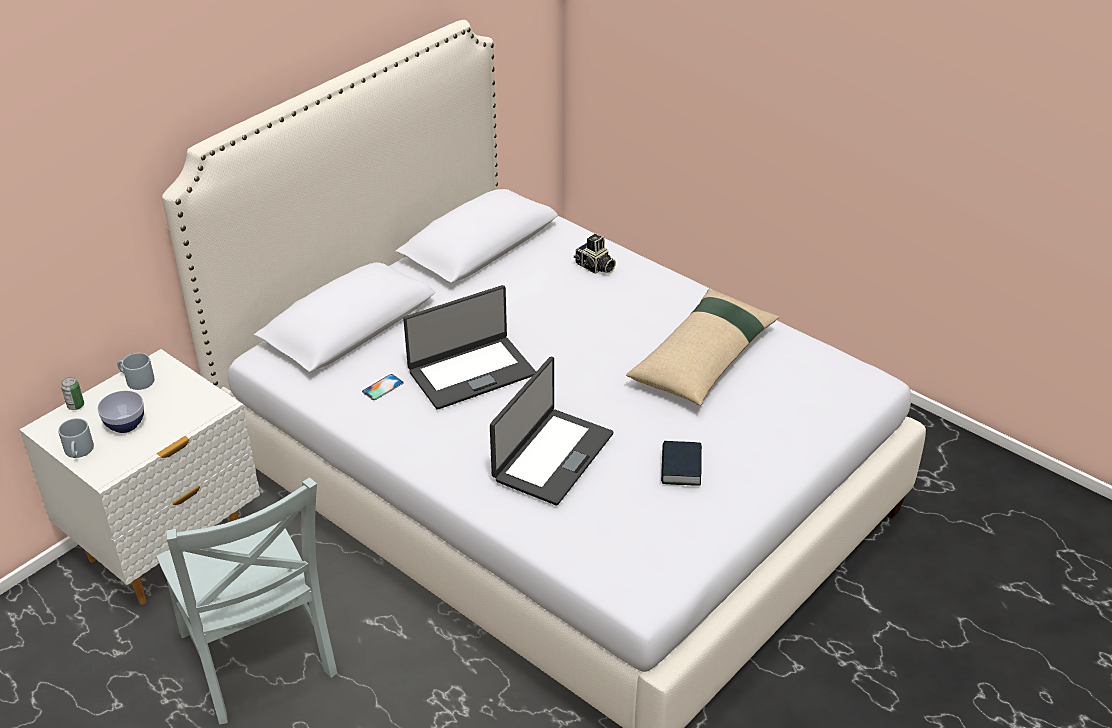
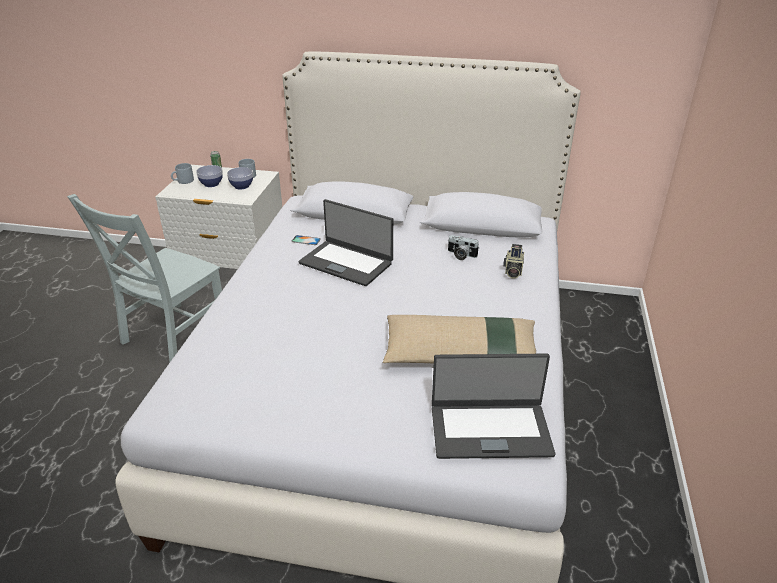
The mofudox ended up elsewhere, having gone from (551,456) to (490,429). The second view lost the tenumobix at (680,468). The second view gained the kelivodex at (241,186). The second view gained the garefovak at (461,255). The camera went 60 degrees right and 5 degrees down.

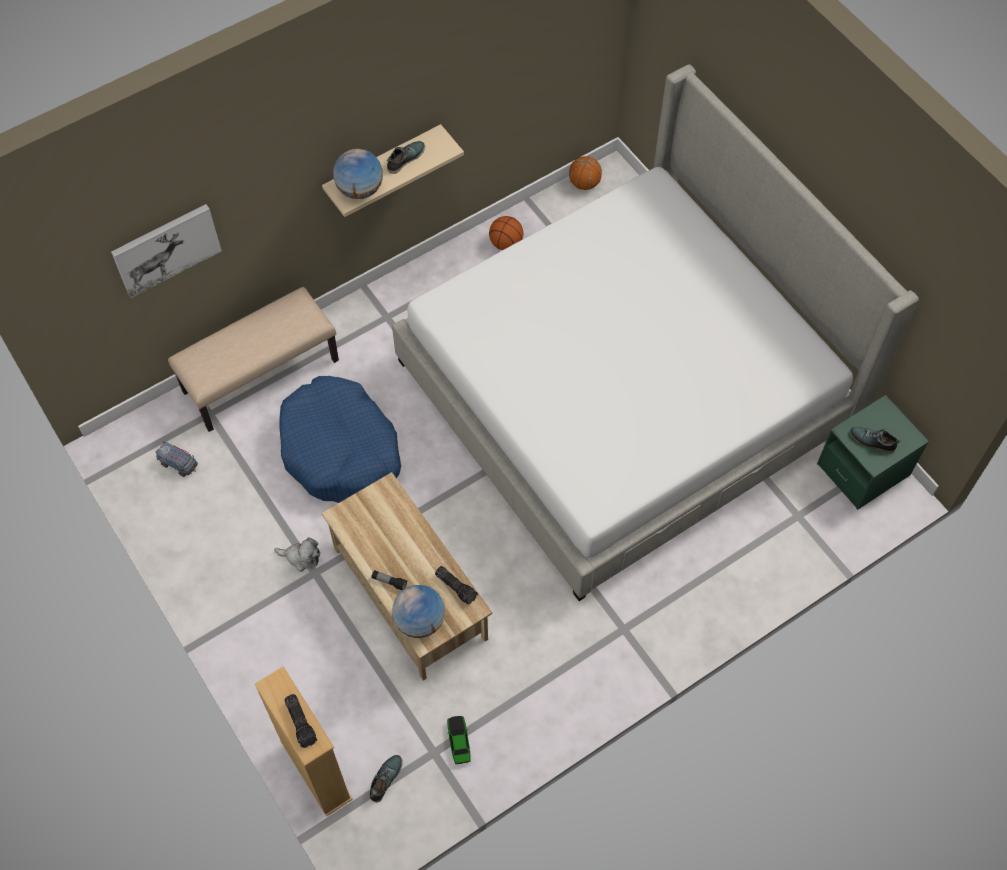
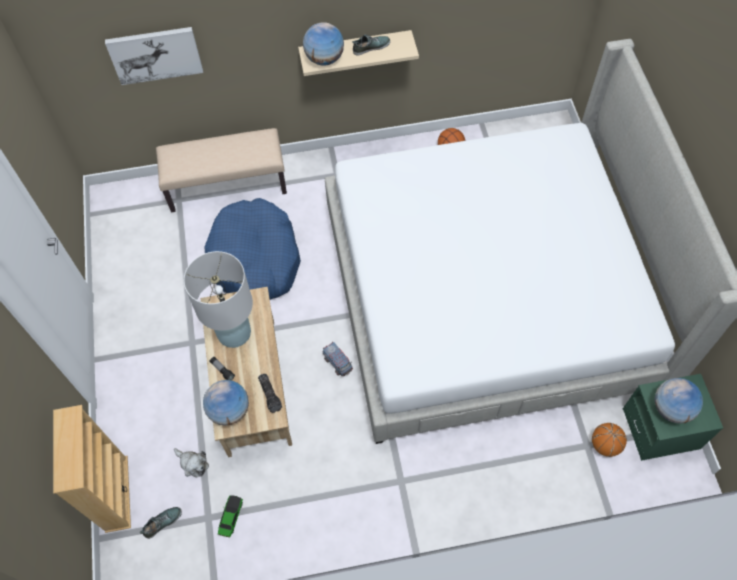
The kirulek ended up elsewhere, having gone from (584,183) to (605,445). Where the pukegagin stood at (872,441), the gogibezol came to stand at (671,409). The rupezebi ended up elsewhere, having gone from (179,464) to (338,363). The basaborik ended up elsewhere, having gone from (301,557) to (193,464). The second view lost the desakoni at (301,722). The second view gained the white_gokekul at (234,333). The camera went 25 degrees right and 0 degrees up.

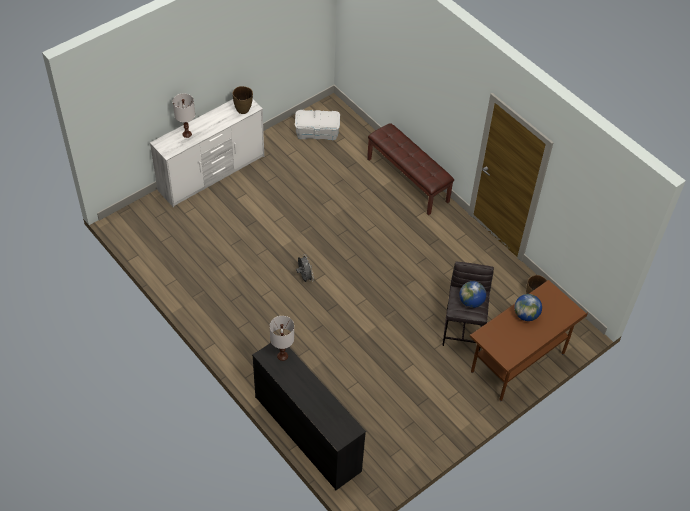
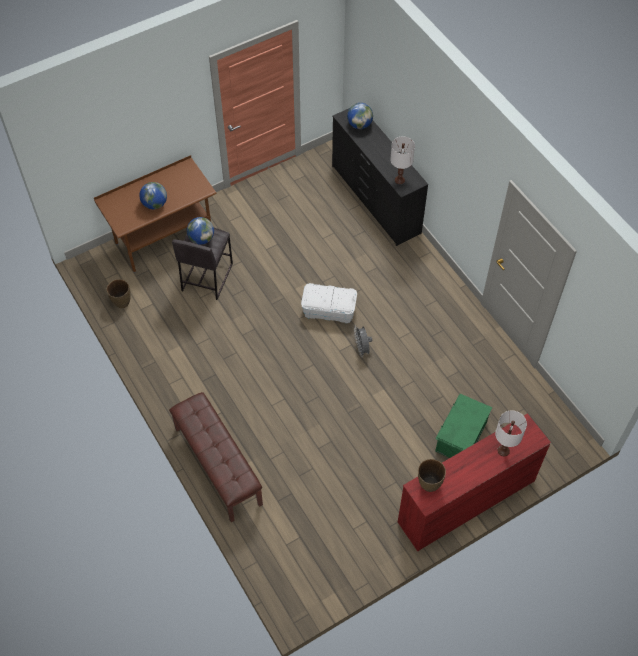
What was the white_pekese at (212,173) turned into the red_pekese at (465,501). The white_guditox ended up elsewhere, having gone from (317,132) to (328,310). The second view gained the gogibezol at (359,125). The second view gained the green_guditox at (460,437). The camera went 170 degrees left and 5 degrees up.

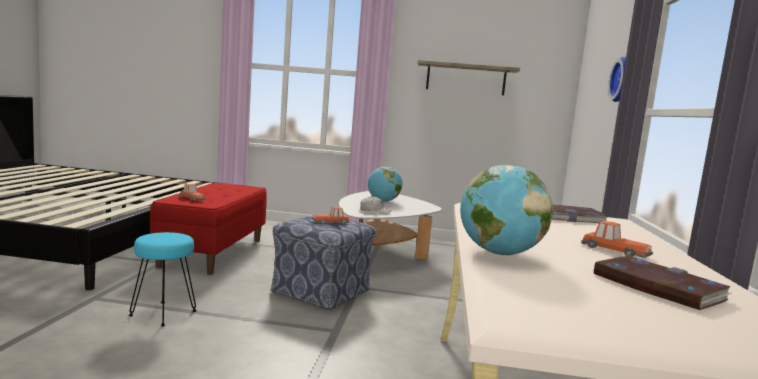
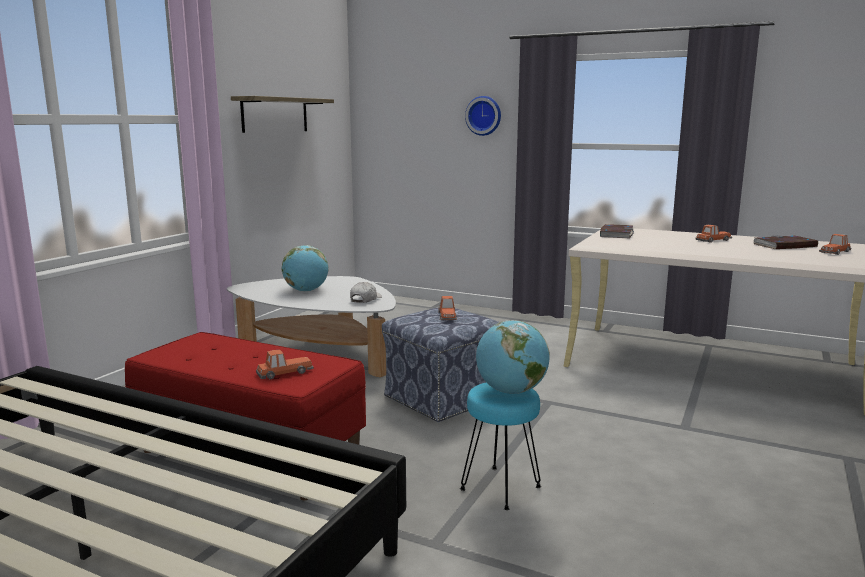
The gogibezol ended up elsewhere, having gone from (499,253) to (511,392). The second view gained the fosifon at (834,252). The camera went 70 degrees left and 5 degrees up.

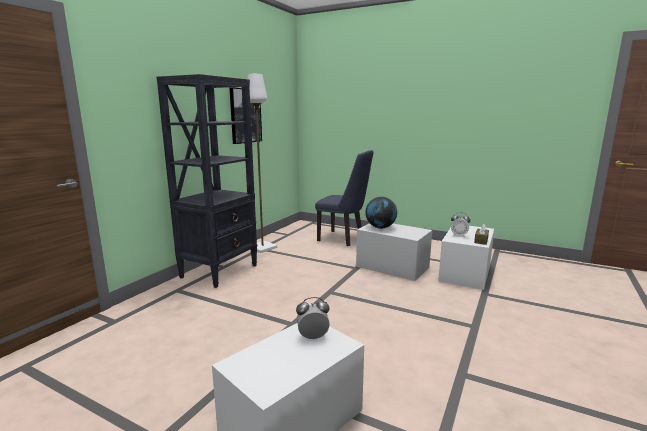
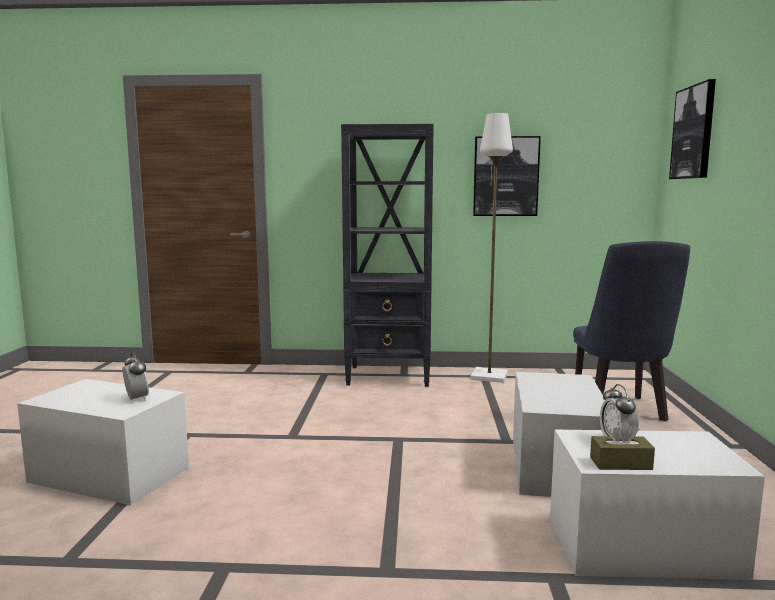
The second view lost the gogibezol at (380,227). The second view gained the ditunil at (693,132). The camera went 65 degrees right and 5 degrees down.

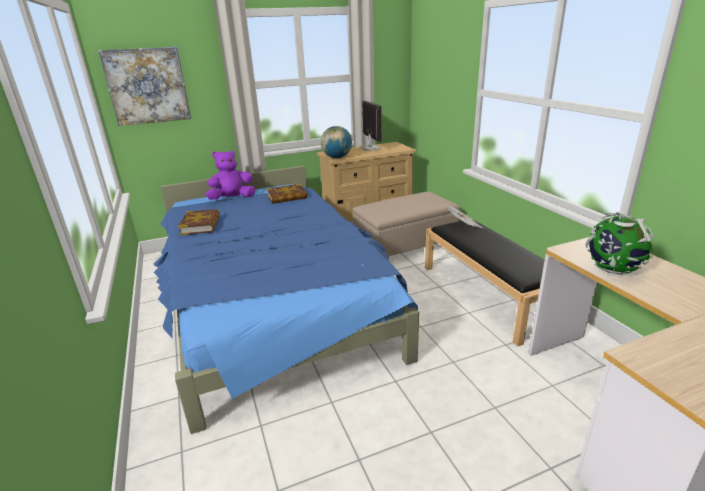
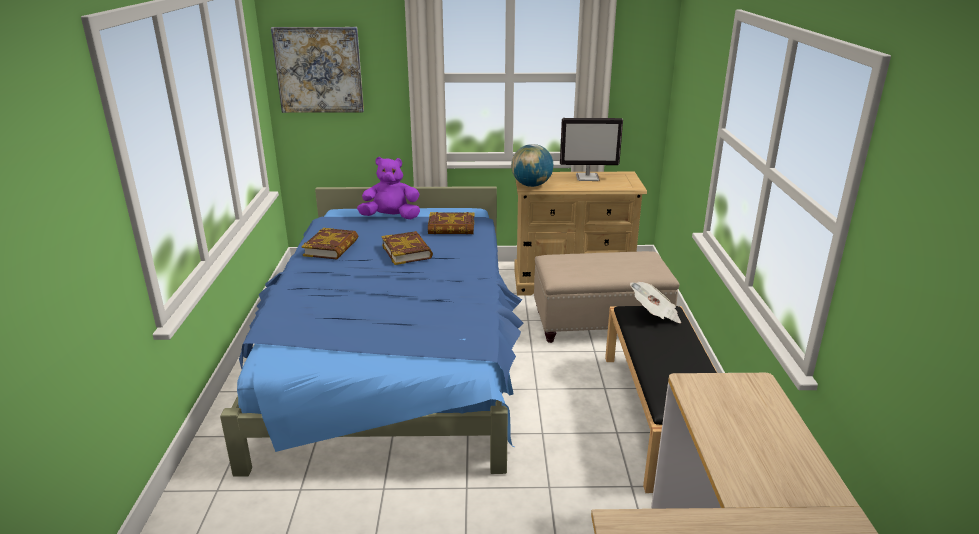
The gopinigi at (370,148) ended up facing another way, 90 degrees clockwise from before. The second view lost the gogibezol at (612,270). The second view gained the tenumobix at (407,252). The camera went 20 degrees right and 0 degrees up.

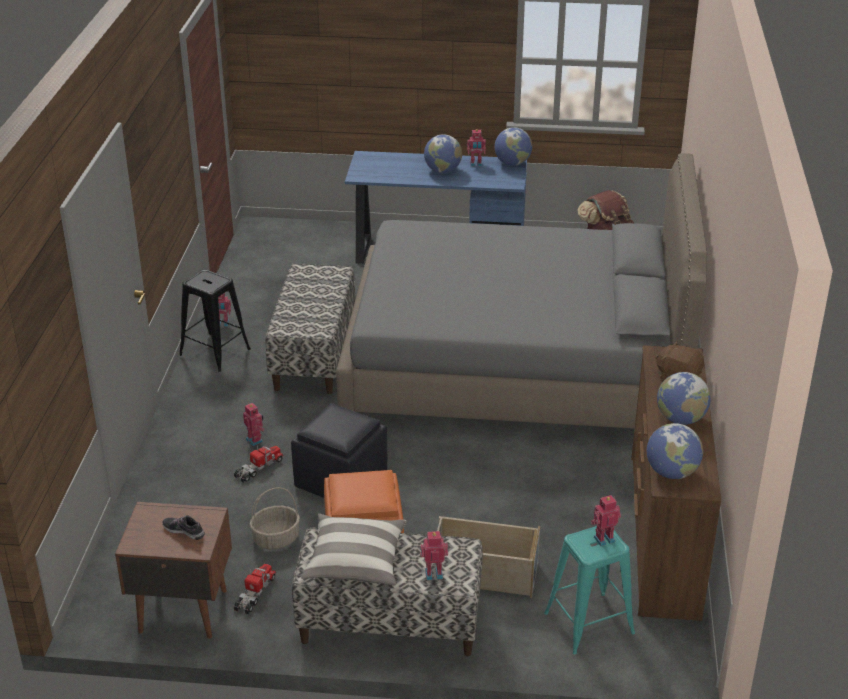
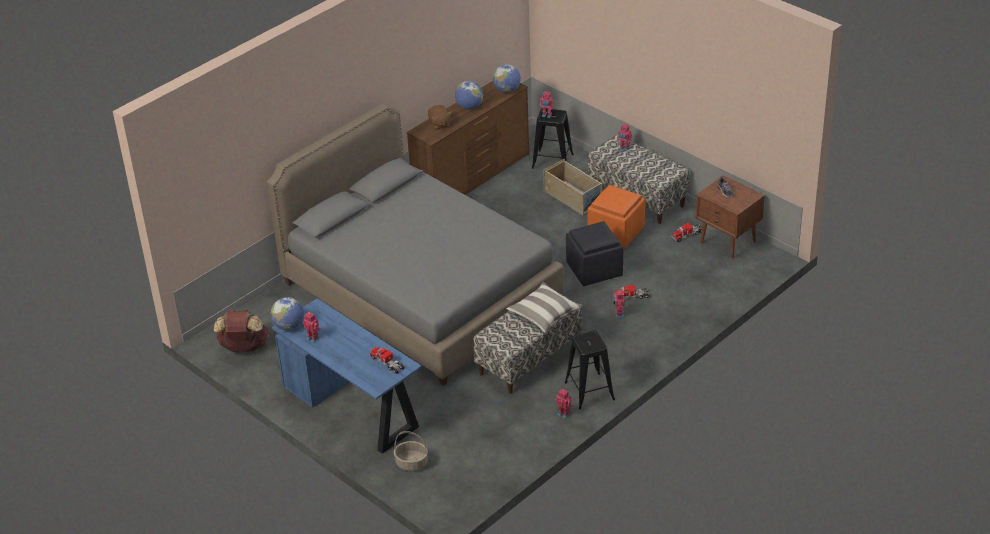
The second view lost the gogibezol at (442,171). The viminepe ended up elsewhere, having gone from (275,539) to (412,463). The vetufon ended up elsewhere, having gone from (355,561) to (544,314). What was the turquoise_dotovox at (589,623) turned into the black_dotovox at (552,161). The second view gained the rupezebi at (387,363). The camera went 140 degrees left and 5 degrees up.

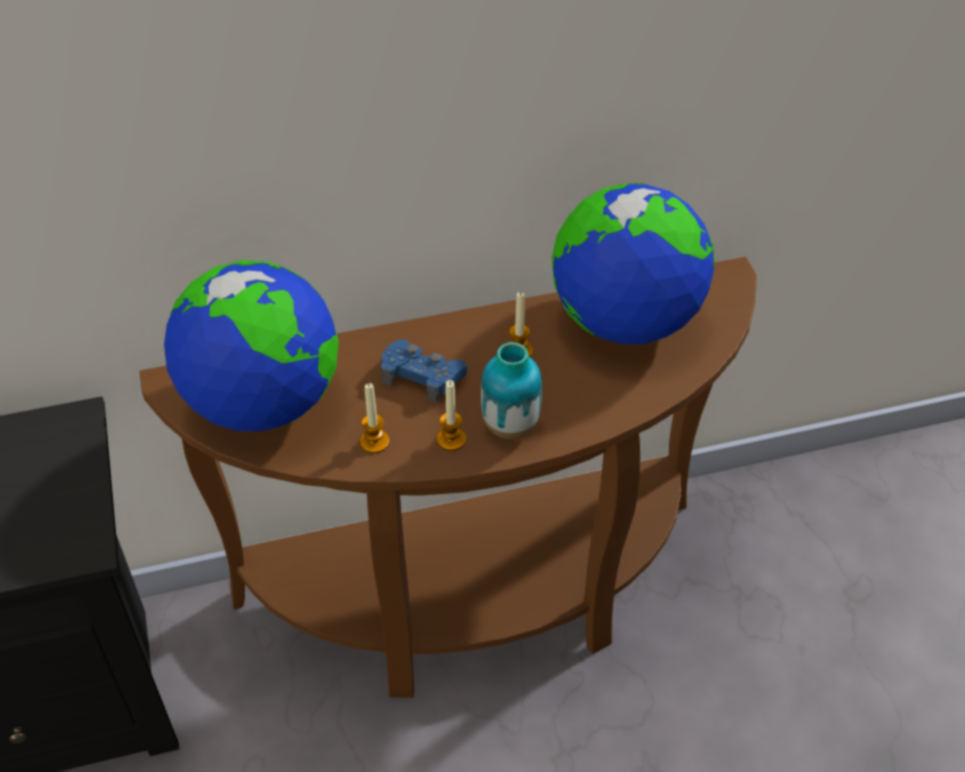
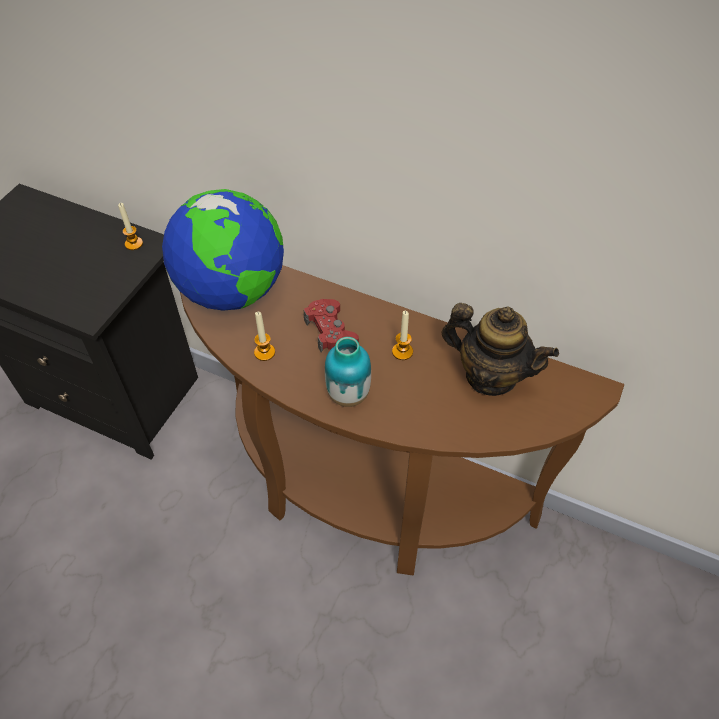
Where the gogibezol stood at (625,321), the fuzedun came to stand at (490,375). What was the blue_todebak at (422,376) turned into the red_todebak at (330,331). The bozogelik ended up elsewhere, having gone from (451,439) to (134,244). The camera went 40 degrees right and 5 degrees up.

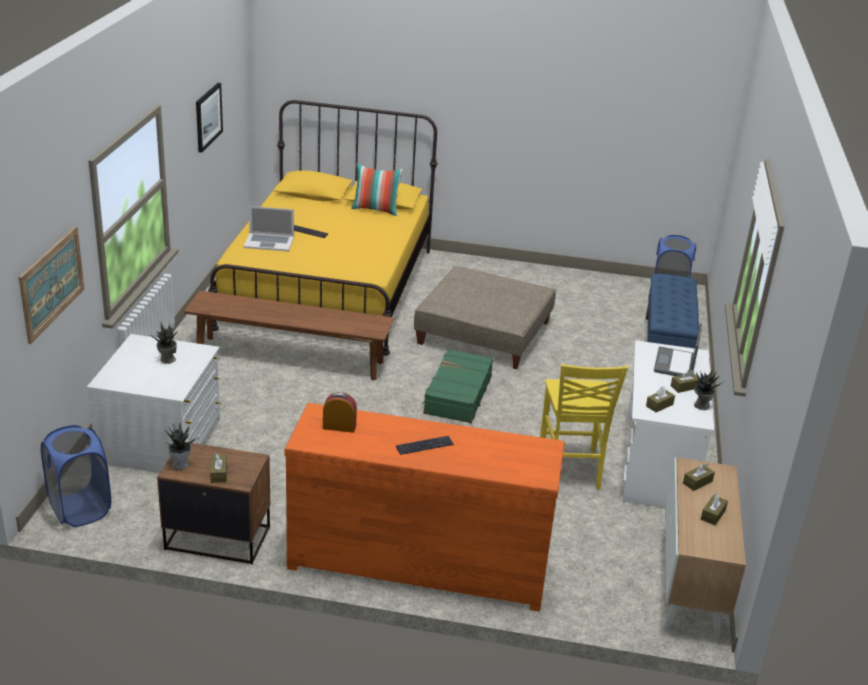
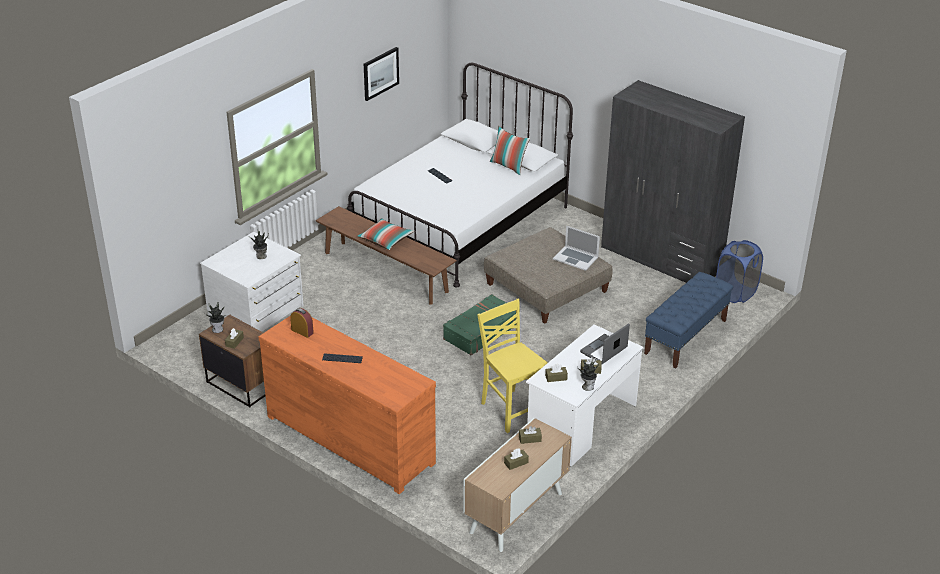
What was the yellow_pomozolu at (329,288) turned into the white_pomozolu at (460,221). The mofudox ended up elsewhere, having gone from (269,242) to (575,258). The second view lost the ditunil at (52,283). The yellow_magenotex at (570,470) ended up facing another way, 120 degrees clockwise from before. The second view lost the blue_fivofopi at (80,509). The second view gained the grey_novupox at (661,258). The second view gained the vetufon at (385,240). The camera went 30 degrees right and 5 degrees up.

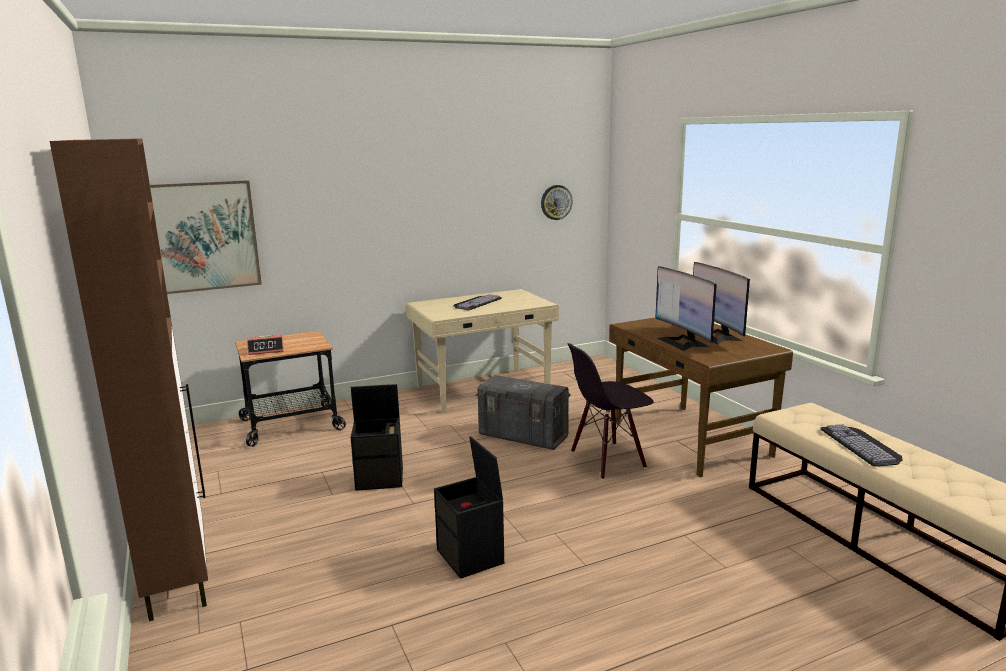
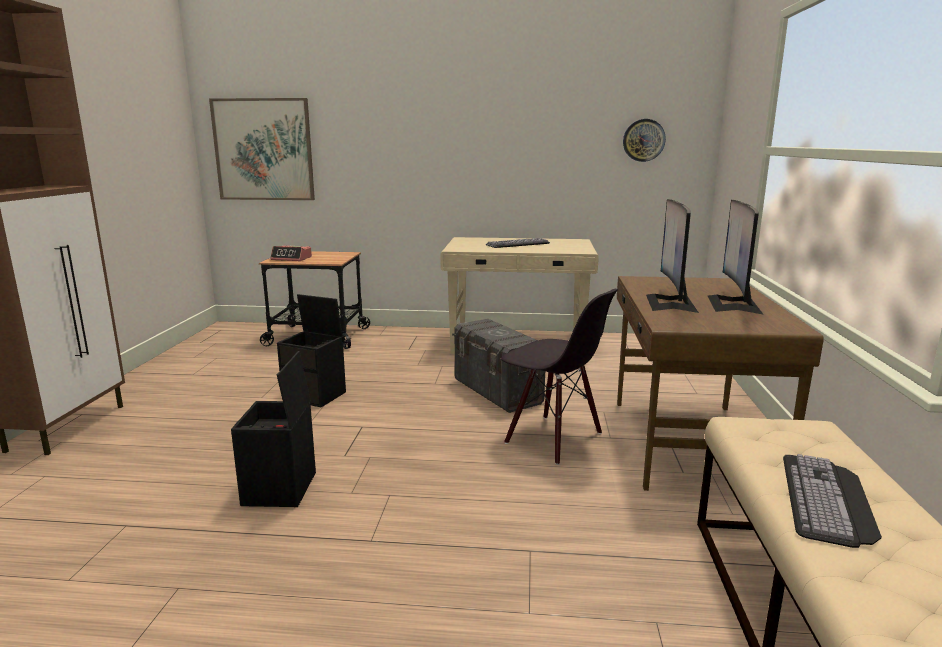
The black_magenotex at (607,460) ended up facing another way, 150 degrees counterclockwise from before. The camera went 30 degrees right and 0 degrees up.

